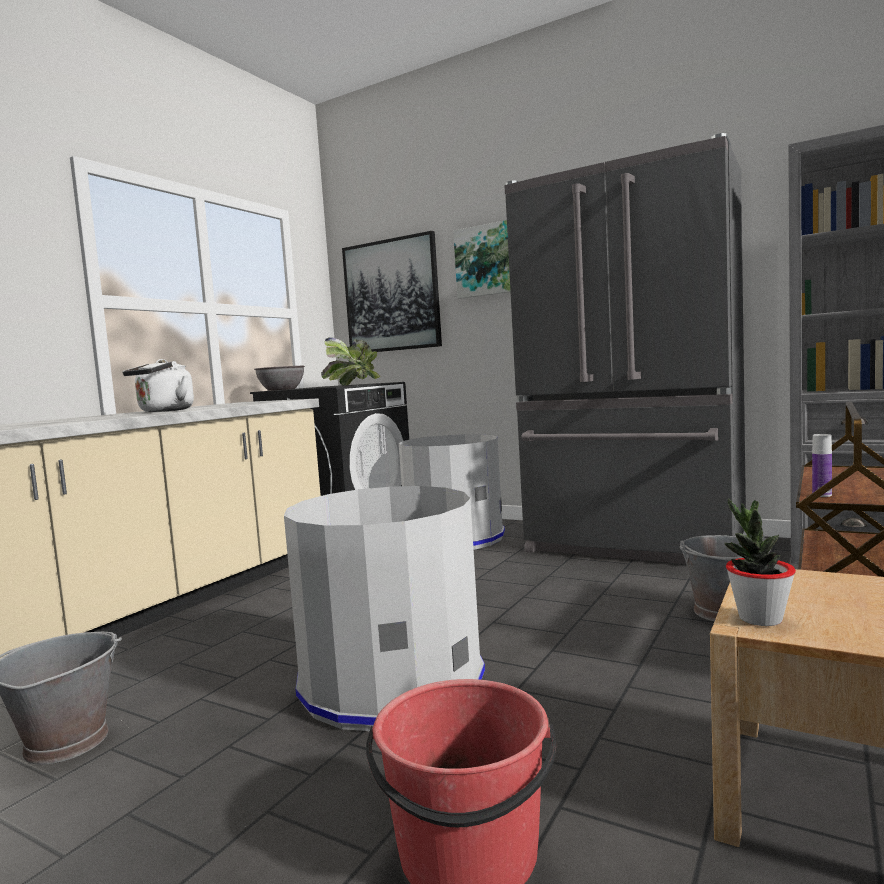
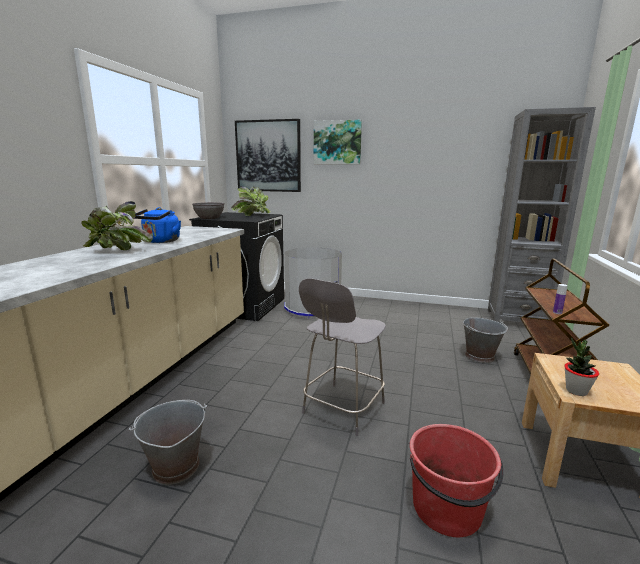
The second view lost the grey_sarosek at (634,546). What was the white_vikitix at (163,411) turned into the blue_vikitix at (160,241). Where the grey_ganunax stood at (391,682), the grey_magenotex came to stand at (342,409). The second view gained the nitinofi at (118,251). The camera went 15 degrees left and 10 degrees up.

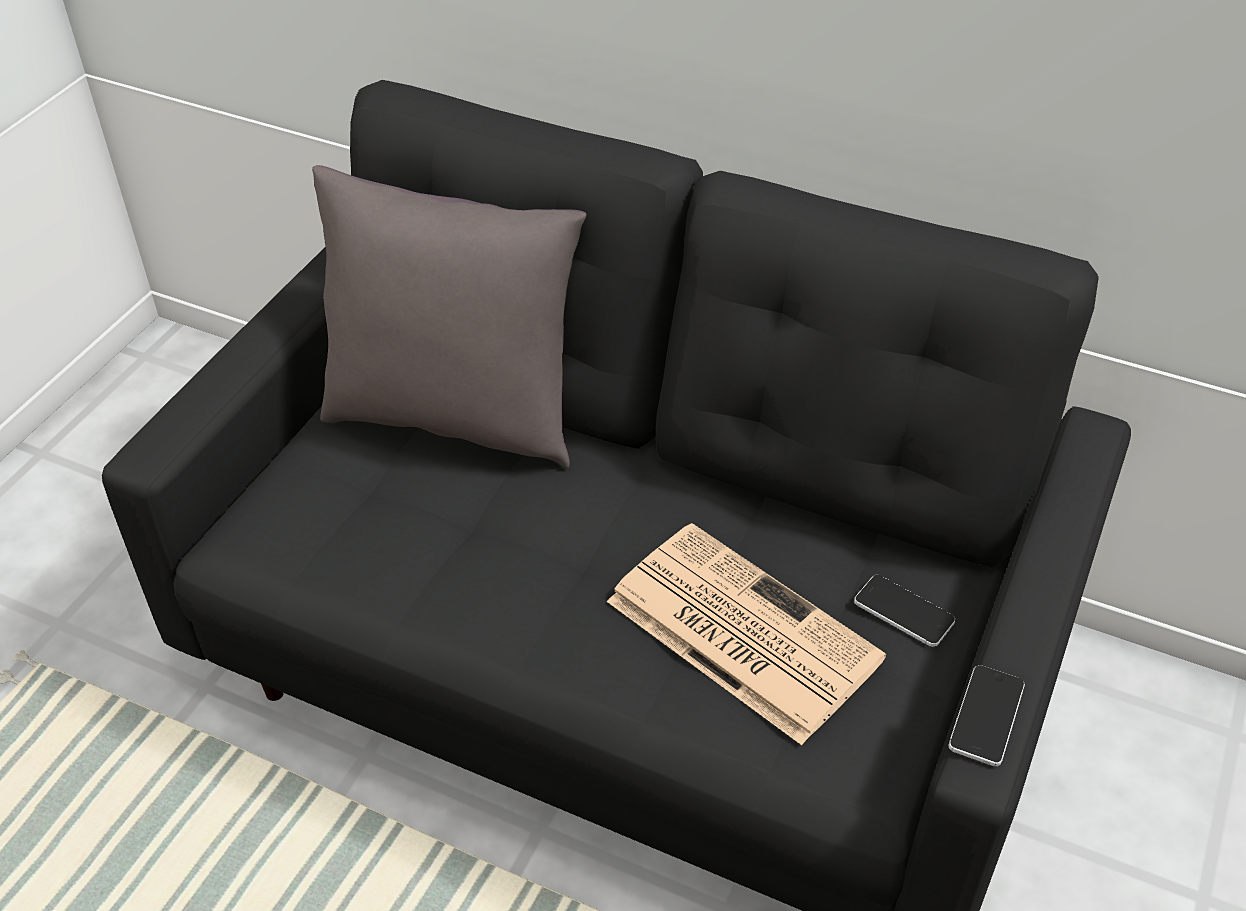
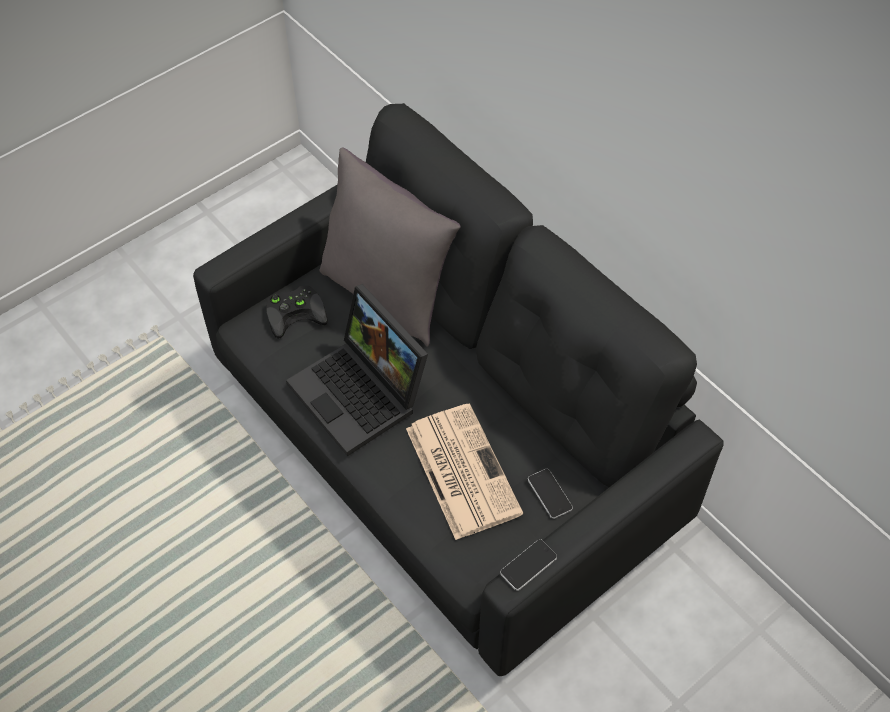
The second view gained the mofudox at (362,394). The second view gained the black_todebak at (296,312). The camera went 25 degrees right and 10 degrees up.

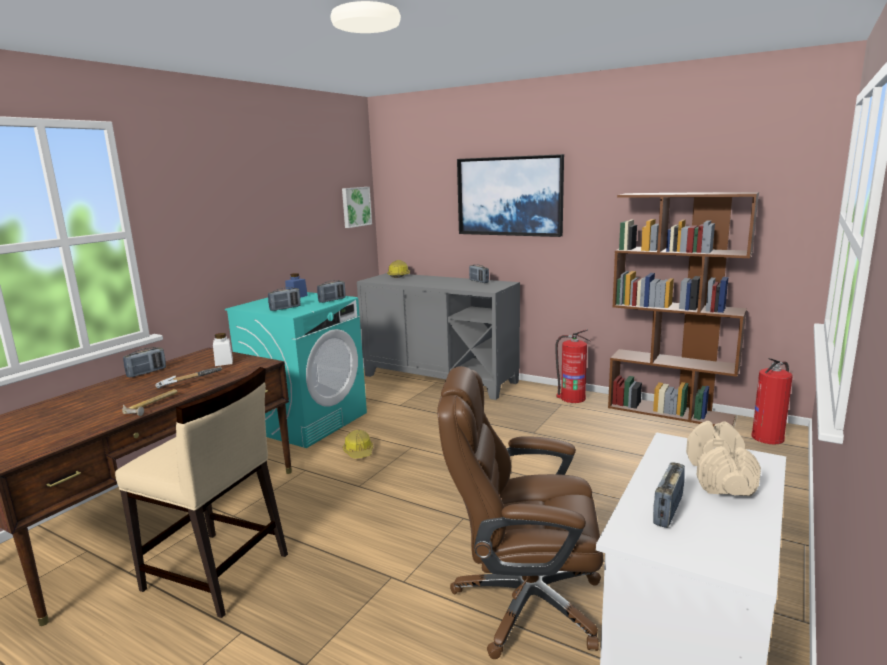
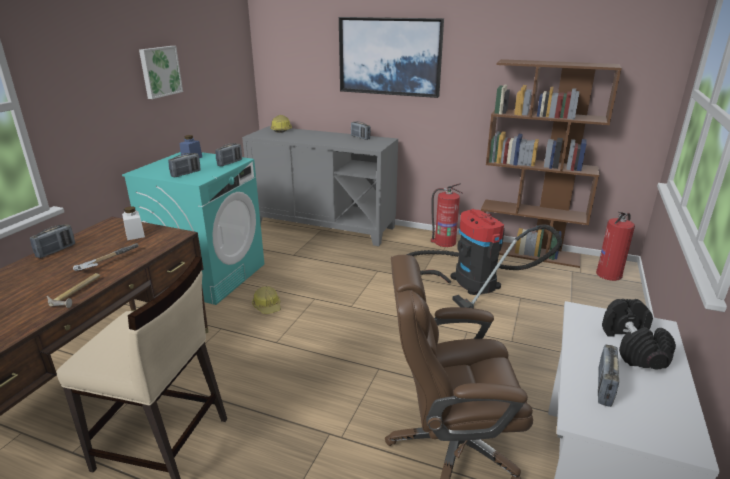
The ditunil ended up elsewhere, having gone from (355,207) to (160,71). What was the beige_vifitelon at (719,476) turned into the black_vifitelon at (632,347). The second view gained the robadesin at (470,280). The camera went 10 degrees left and 10 degrees up.

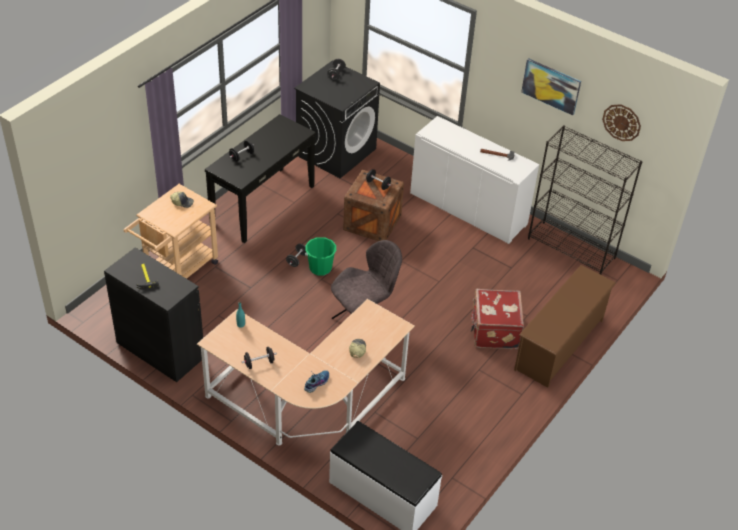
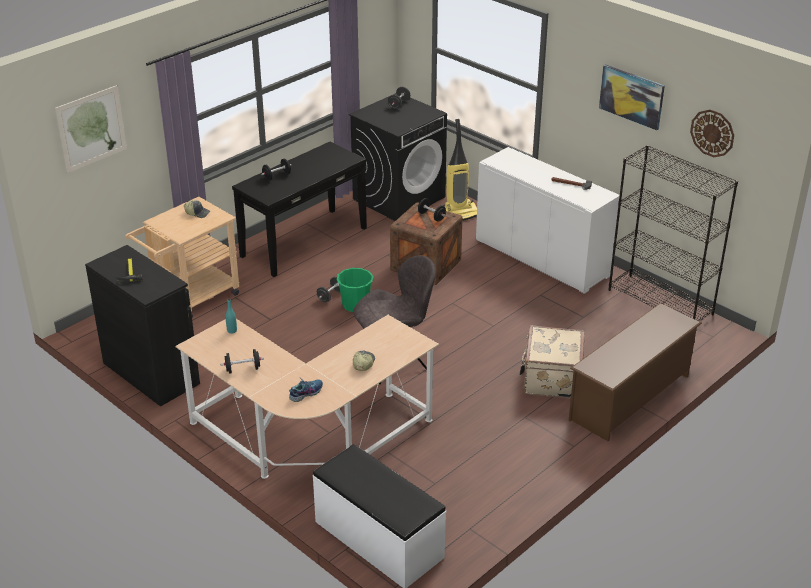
What was the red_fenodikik at (494,331) turned into the beige_fenodikik at (551,379). The second view gained the ditunil at (91,128). The second view gained the robadesin at (459,214). The camera went 10 degrees right and 10 degrees down.

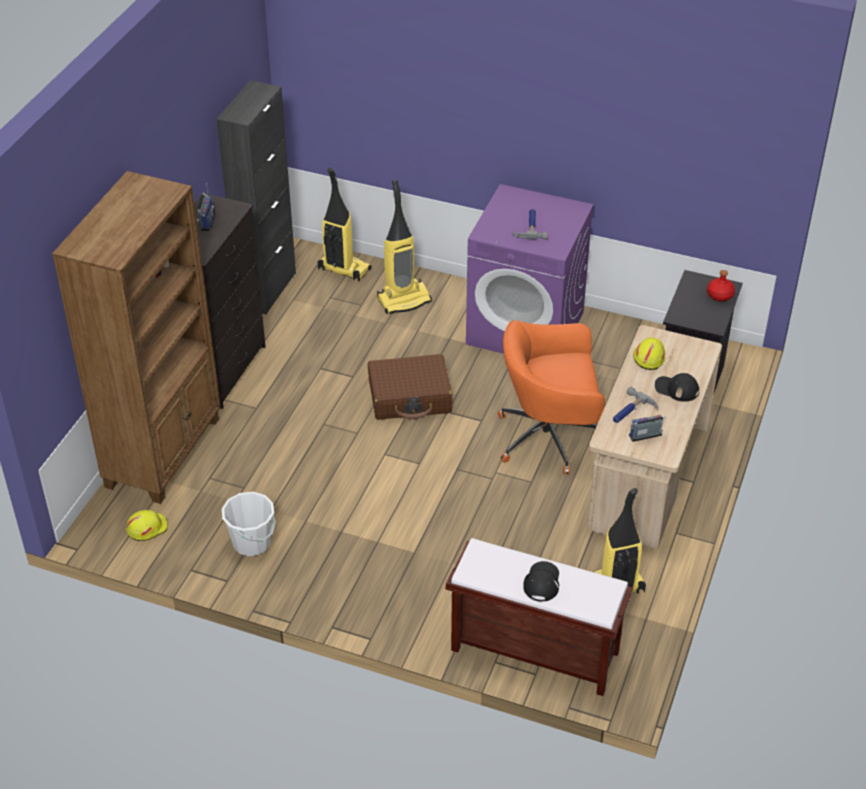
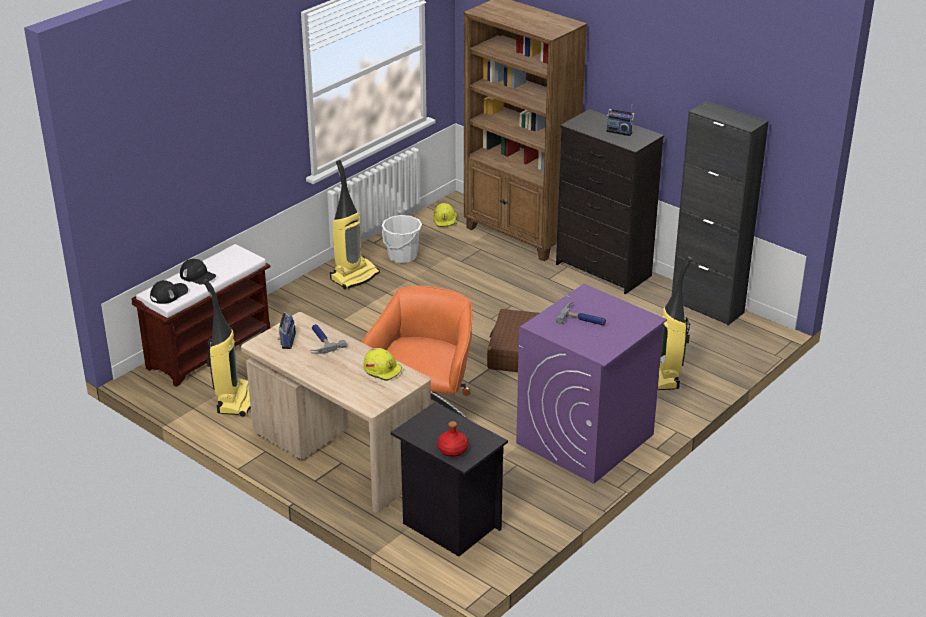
The robadesin ended up elsewhere, having gone from (343,269) to (354,276). The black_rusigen ended up elsewhere, having gone from (676,389) to (169,294). The camera went 110 degrees right and 10 degrees down.

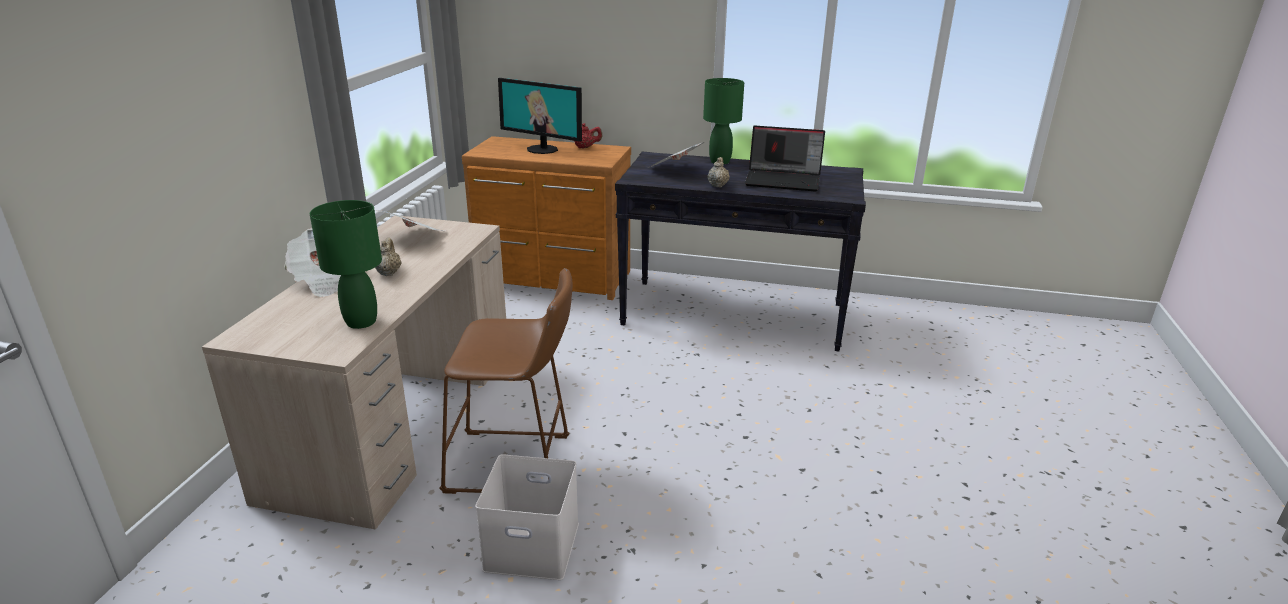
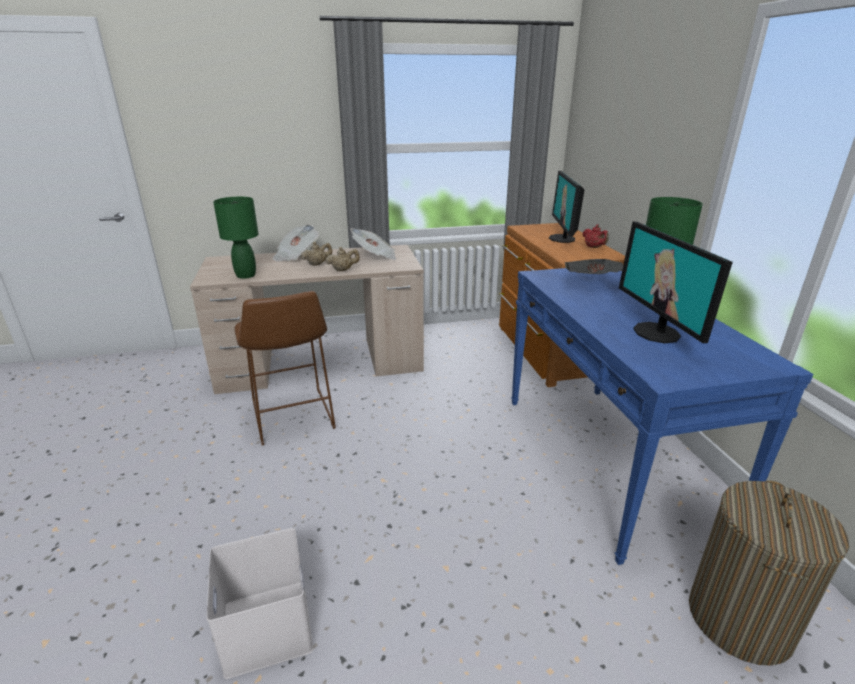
Where the mofudox stood at (784,180), the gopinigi came to stand at (657,332). What was the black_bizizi at (734,314) turned into the blue_bizizi at (606,460). The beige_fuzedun ended up elsewhere, having gone from (718,185) to (343,270). The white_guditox ended up elsewhere, having gone from (529,547) to (265,625). The second view gained the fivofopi at (739,620). The camera went 65 degrees right and 0 degrees up.

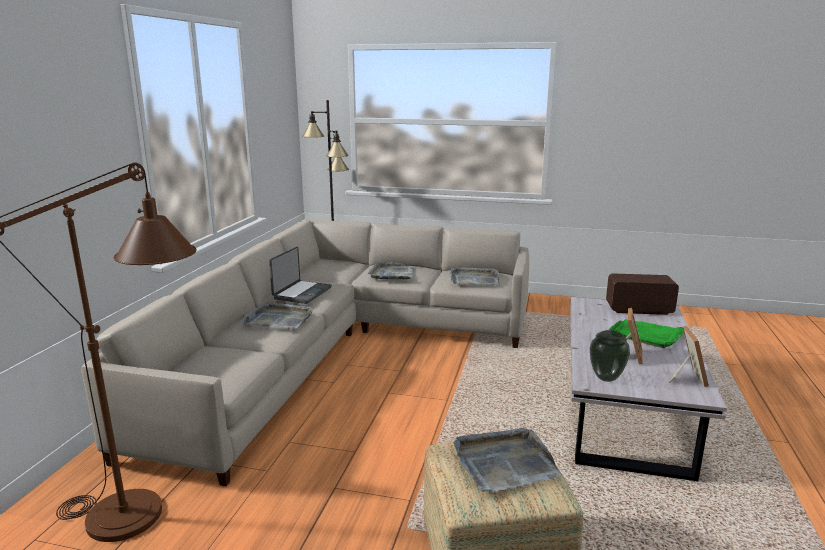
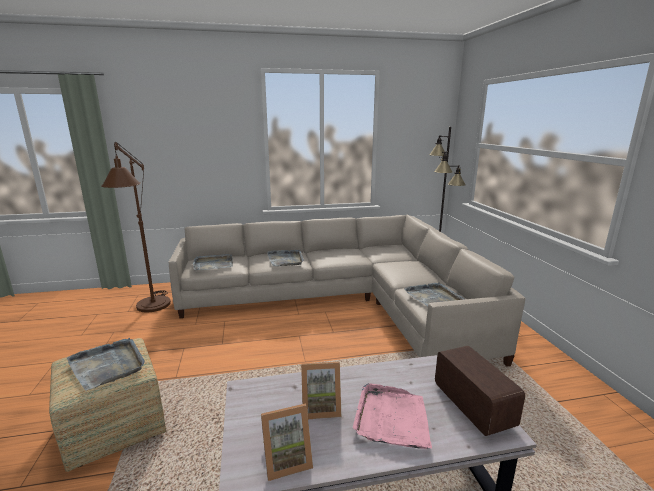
The second view lost the mofudox at (301,293). The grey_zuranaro ended up elsewhere, having gone from (392,273) to (213,264). What was the green_zuranaro at (647,335) turned into the pink_zuranaro at (392,418). The second view lost the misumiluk at (606,378). The camera went 65 degrees right and 0 degrees up.

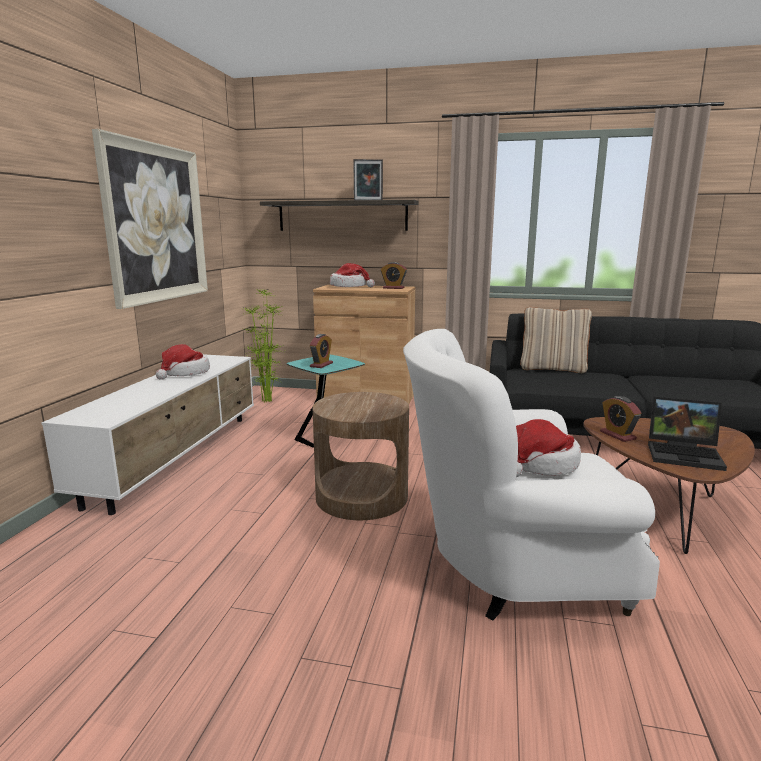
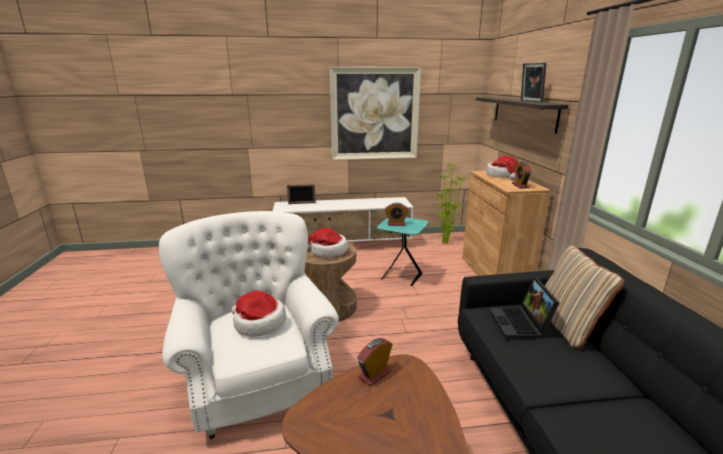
The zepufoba ended up elsewhere, having gone from (185,373) to (327,251). The mofudox ended up elsewhere, having gone from (685,454) to (521,324). The second view gained the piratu at (301,203). The camera went 70 degrees right and 5 degrees up.

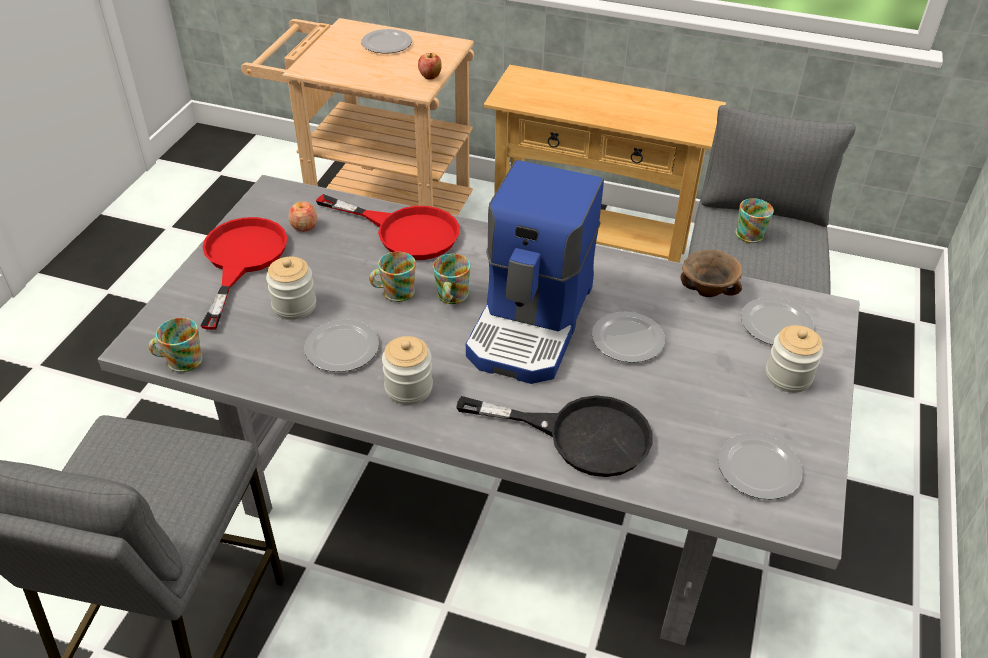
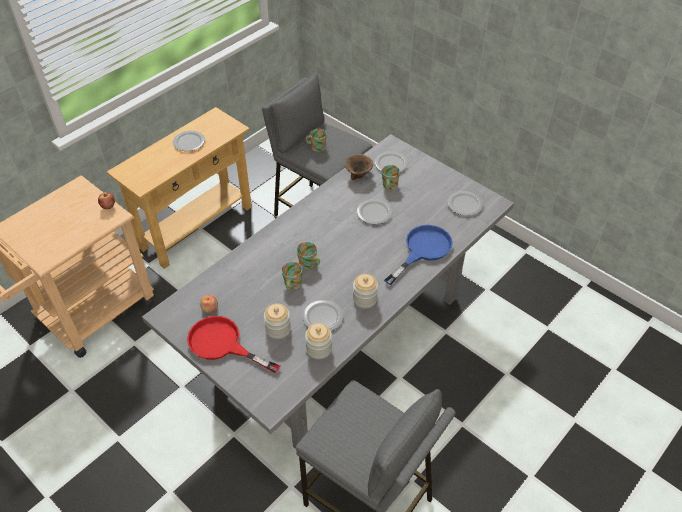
The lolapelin ended up elsewhere, having gone from (386,44) to (189,142). The second view lost the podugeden at (532,323). The second view lost the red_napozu at (405,232). The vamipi ended up elsewhere, having gone from (179,360) to (389,186). The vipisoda ended up elsewhere, having gone from (788,376) to (319,349). What was the black_napozu at (580,435) turned into the blue_napozu at (423,250). The camera went 65 degrees left and 5 degrees up.

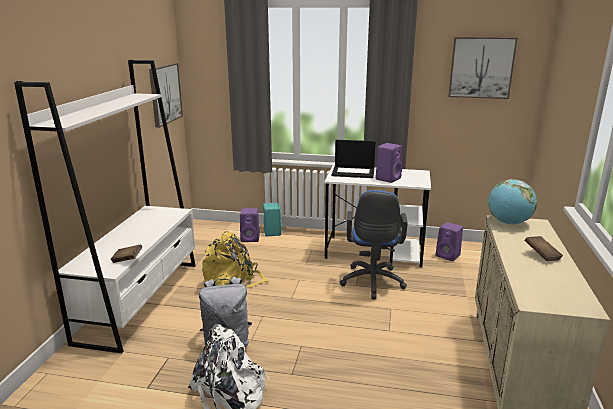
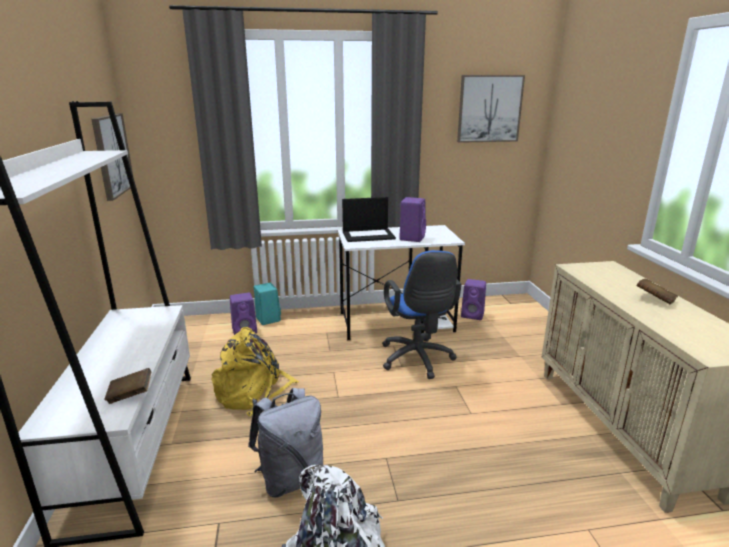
The second view lost the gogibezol at (508,223). The camera went 20 degrees left and 0 degrees up.

